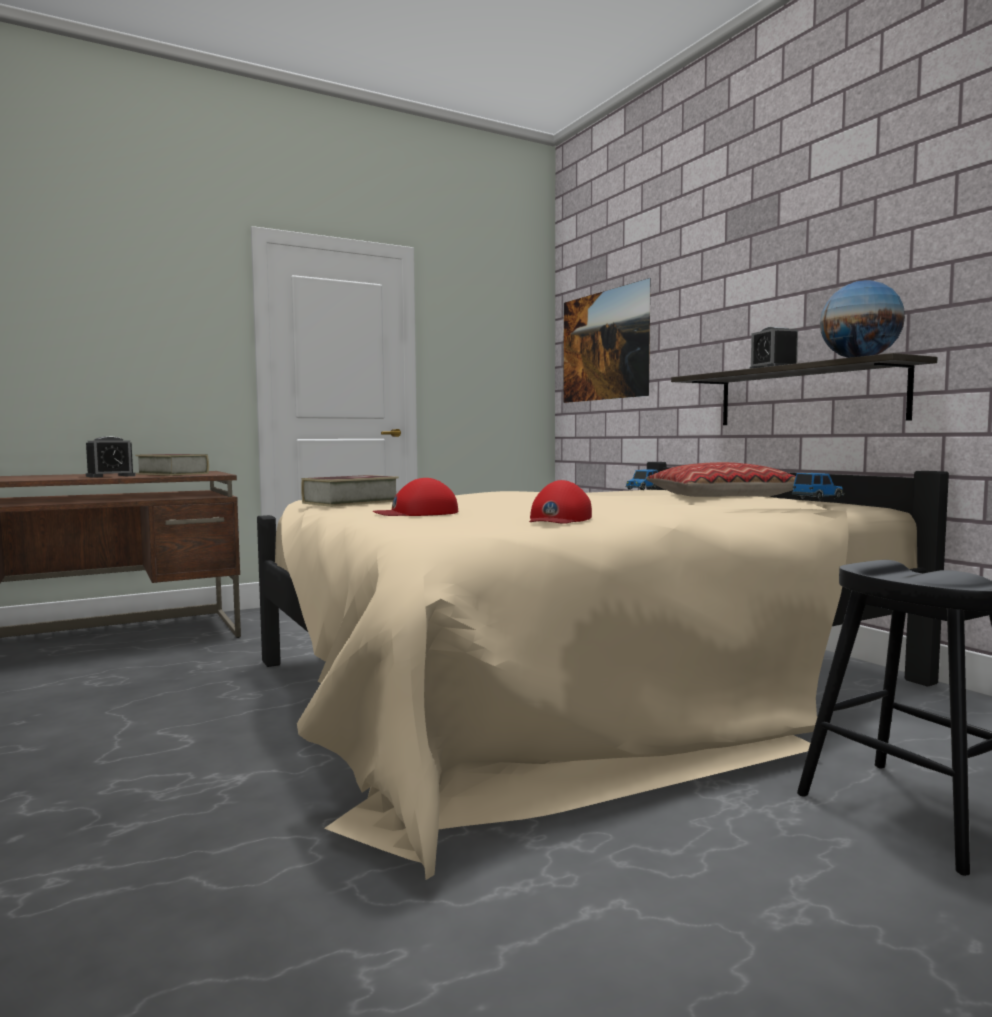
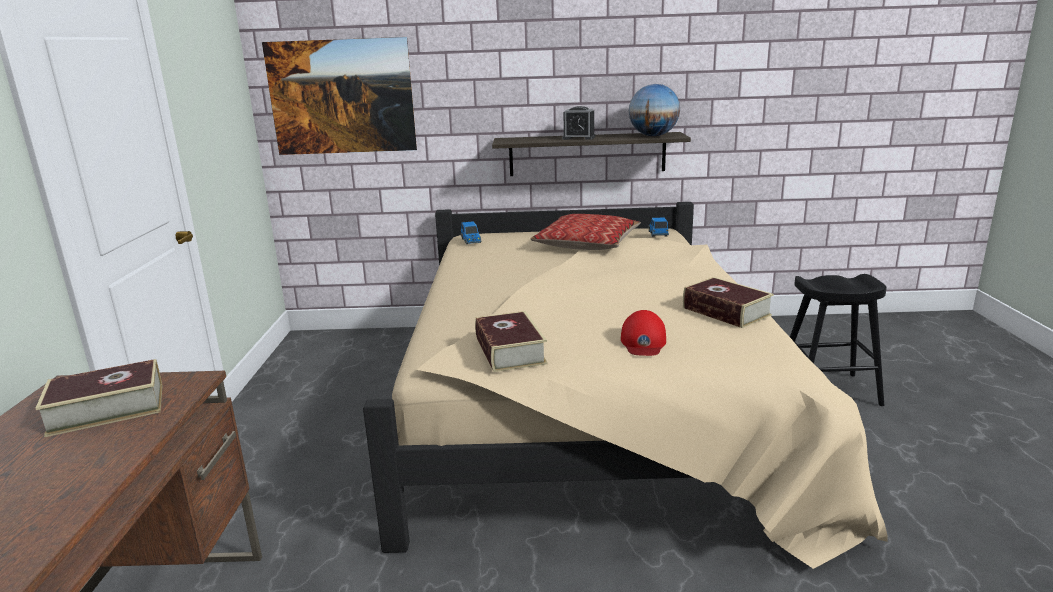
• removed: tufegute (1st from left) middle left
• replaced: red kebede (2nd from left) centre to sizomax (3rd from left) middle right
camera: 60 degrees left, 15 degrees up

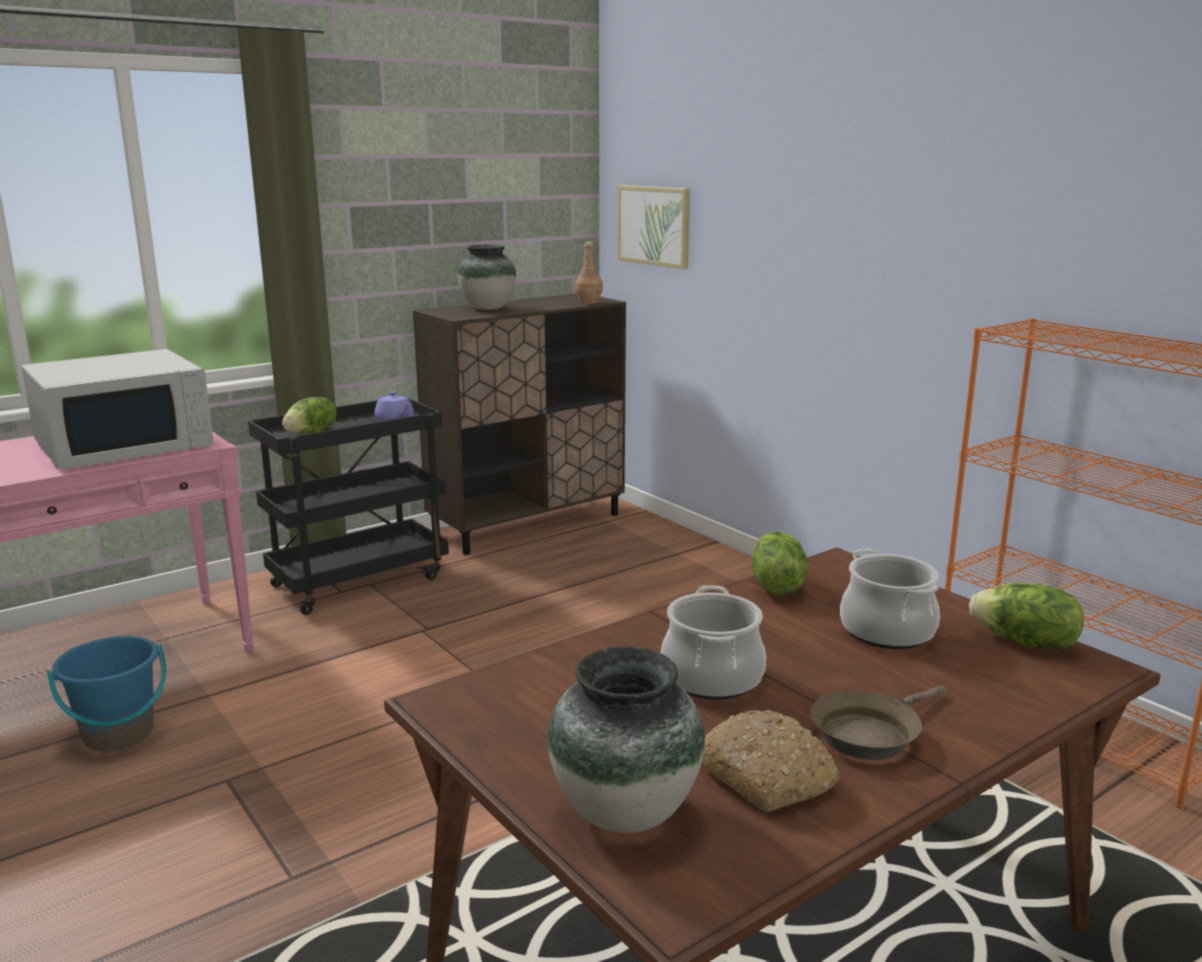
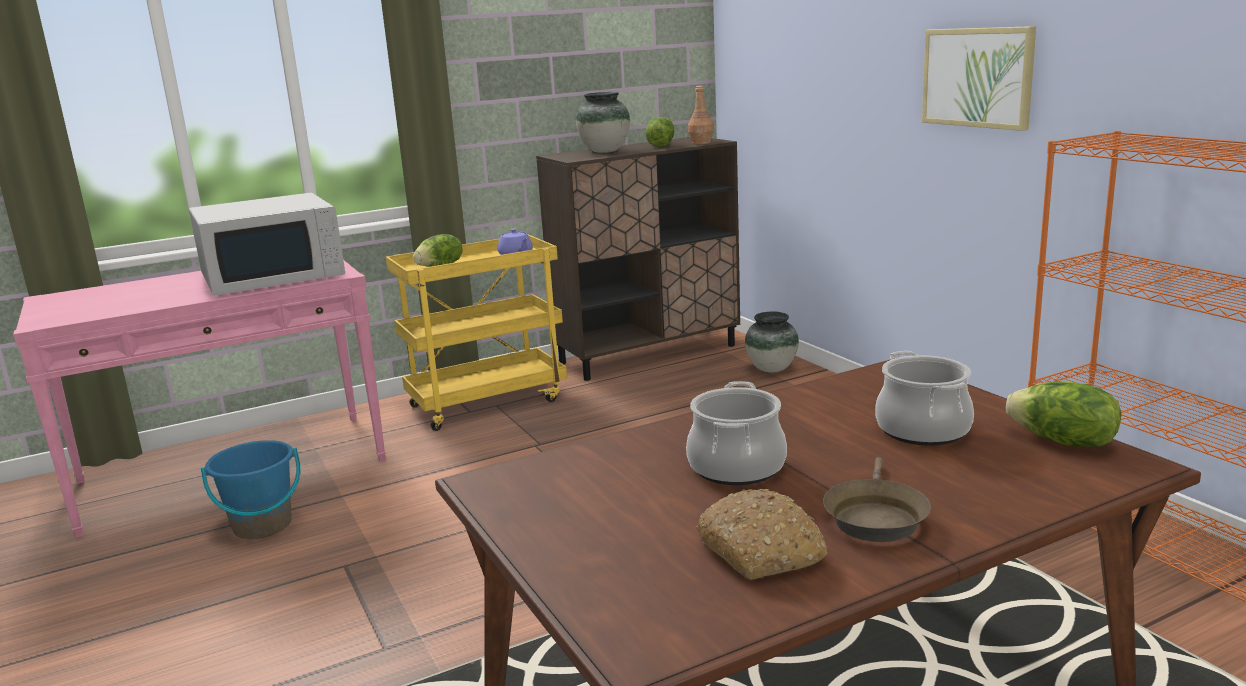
• moved: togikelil top centre to top right
• recoloured: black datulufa middle left to yellow datulufa centre
• moved: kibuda (2nd from left) centre to top centre
• moved: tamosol (2nd from left) bottom centre to centre
• turned: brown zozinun bottom right = bottom right 45 degrees counterclockwise
camera: 10 degrees right, 0 degrees up

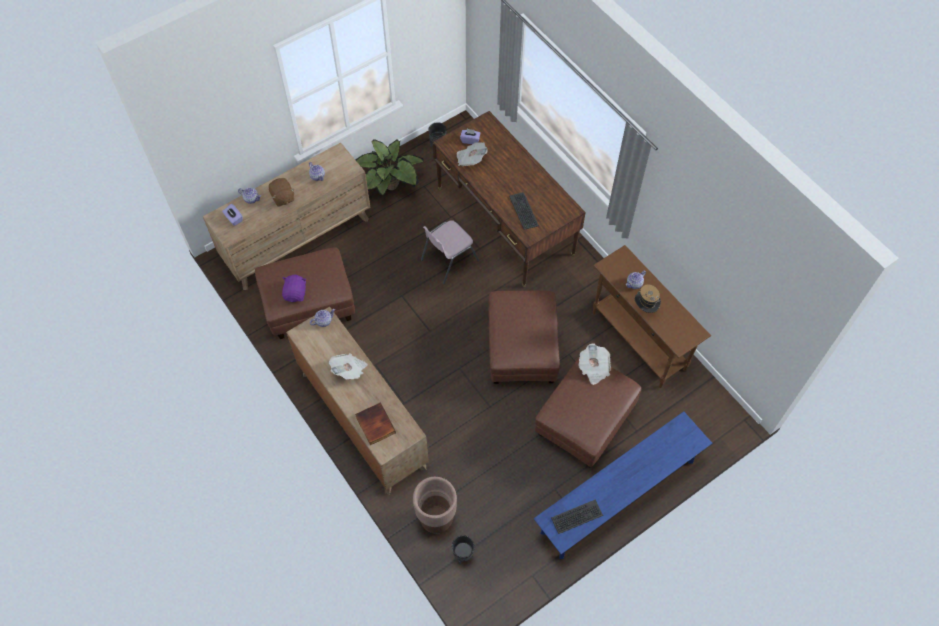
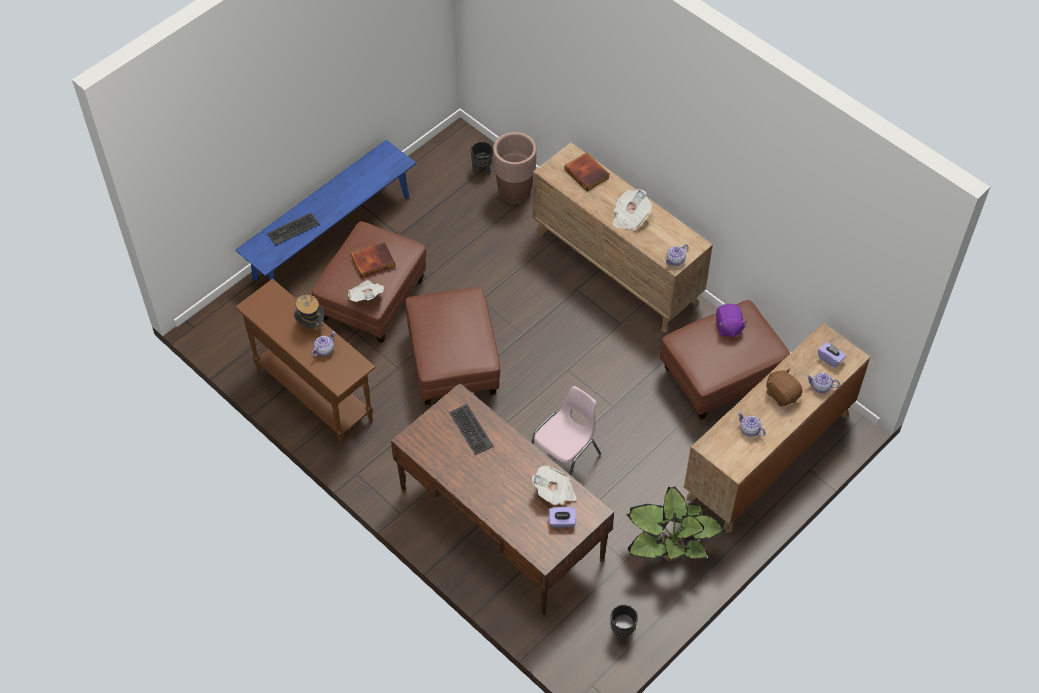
• moved: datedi (2nd from left in the first image) bottom centre to datedi (1st from left) top left
• added: sizomax (1st from left) centre
camera: 170 degrees right, 5 degrees down

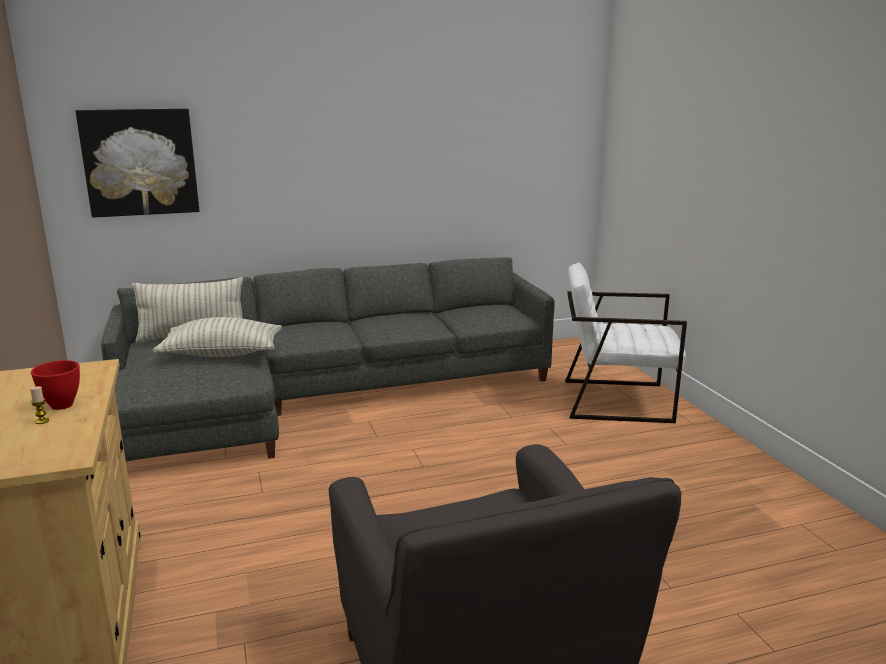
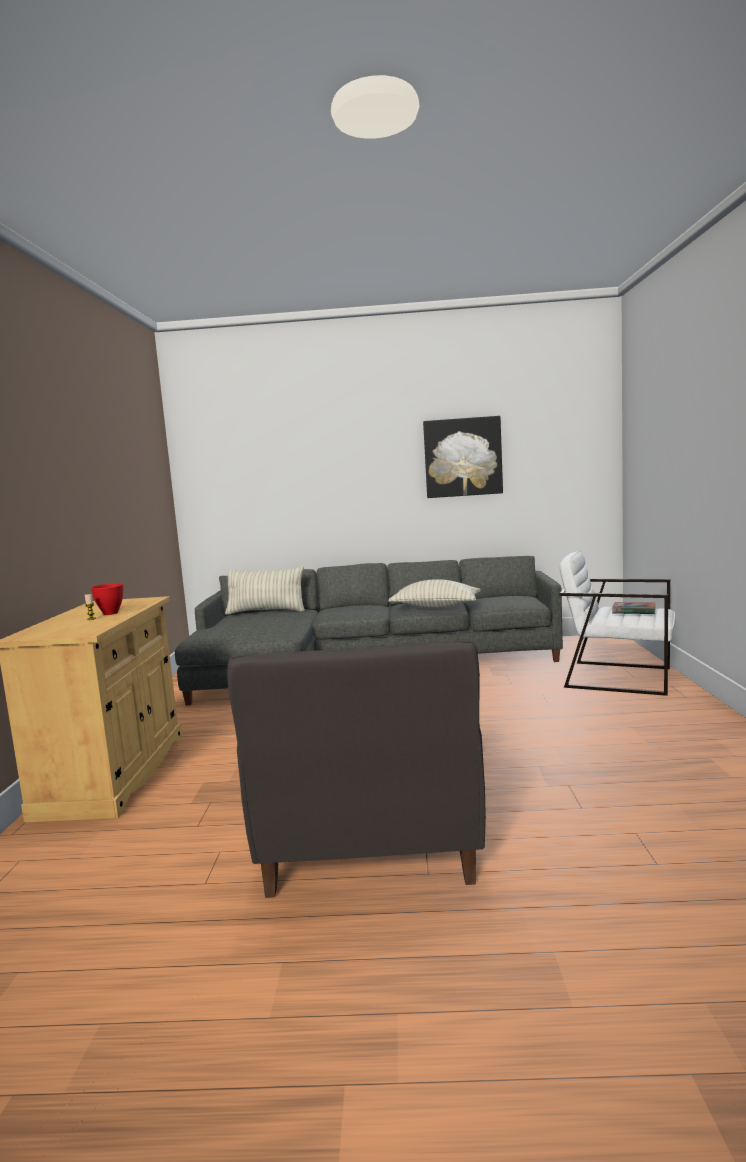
• moved: togikelil top left to centre
• moved: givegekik (2nd from left) middle left to centre
• added: sizomax middle right
camera: 20 degrees right, 10 degrees down

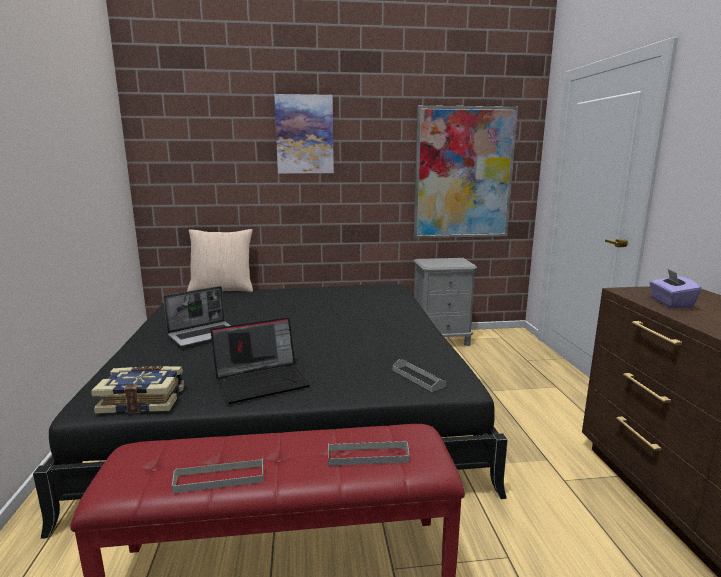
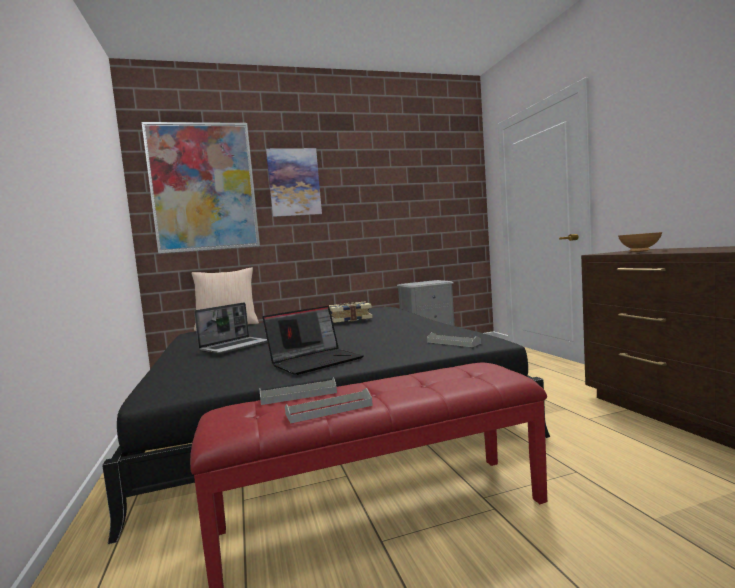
• moved: togikelil (2nd from left in the first image) top centre to togikelil (1st from left) top left
• replaced: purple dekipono middle right to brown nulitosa middle right
• moved: sizomax bottom left to centre
• moved: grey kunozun (2nd from left in the first image) bottom centre to grey kunozun (1st from left) centre
camera: 10 degrees left, 10 degrees down

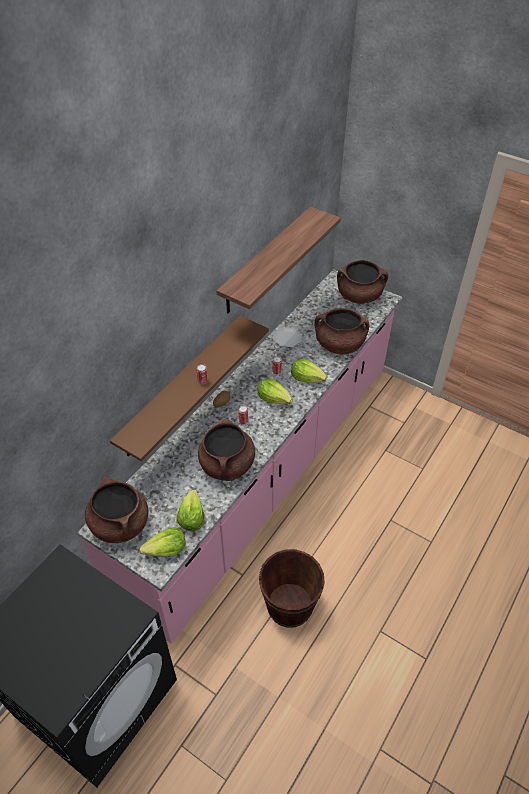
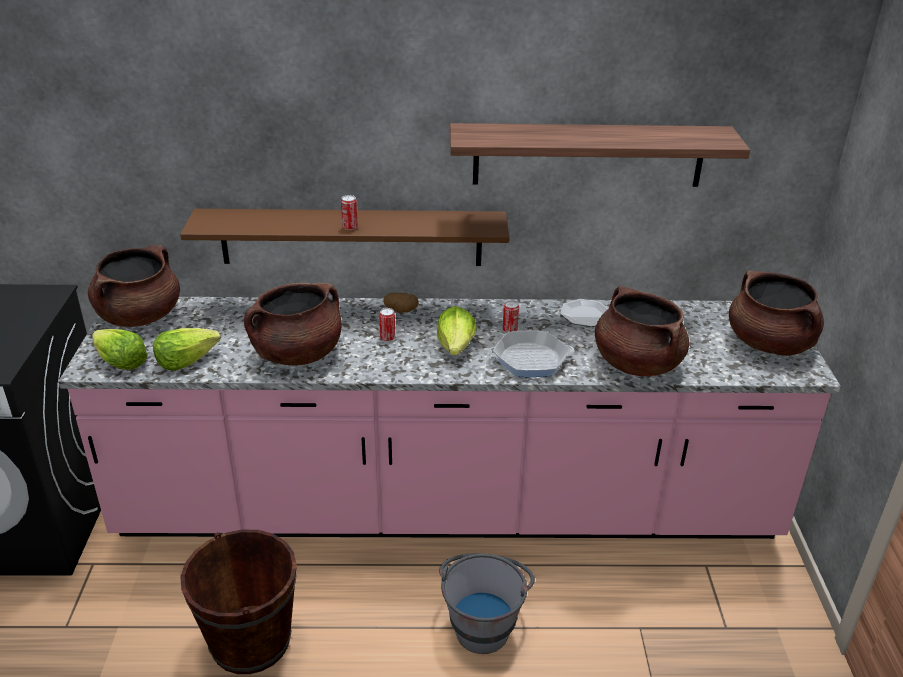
• replaced: kibuda (4th from left) centre to zozinun centre
• added: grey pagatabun bottom centre
camera: 55 degrees right, 15 degrees down

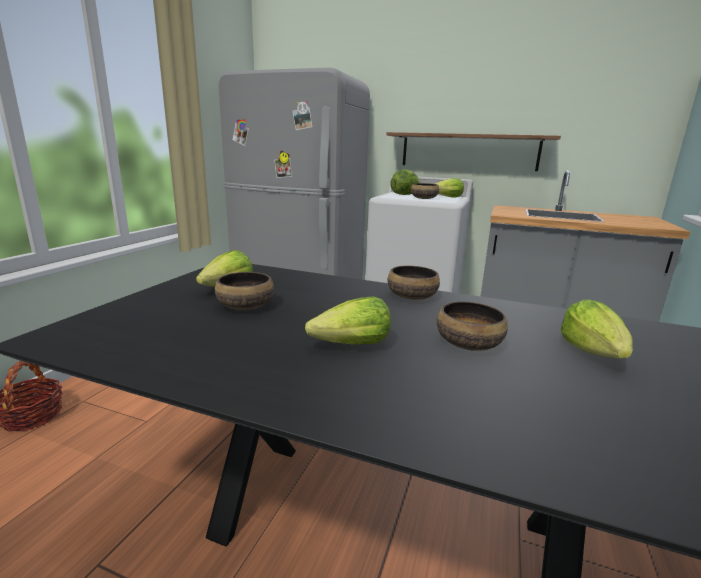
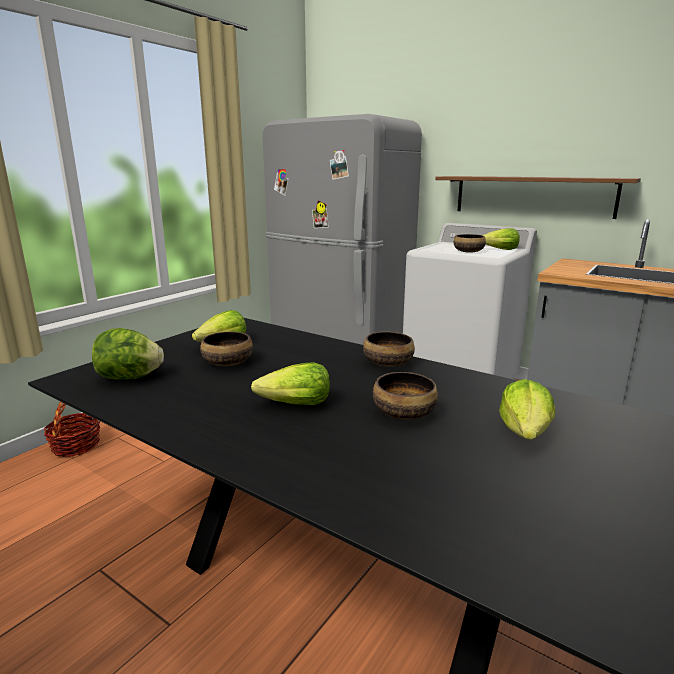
• moved: kibuda (3rd from left in the first image) top centre to kibuda (1st from left) middle left
camera: 15 degrees right, 0 degrees up

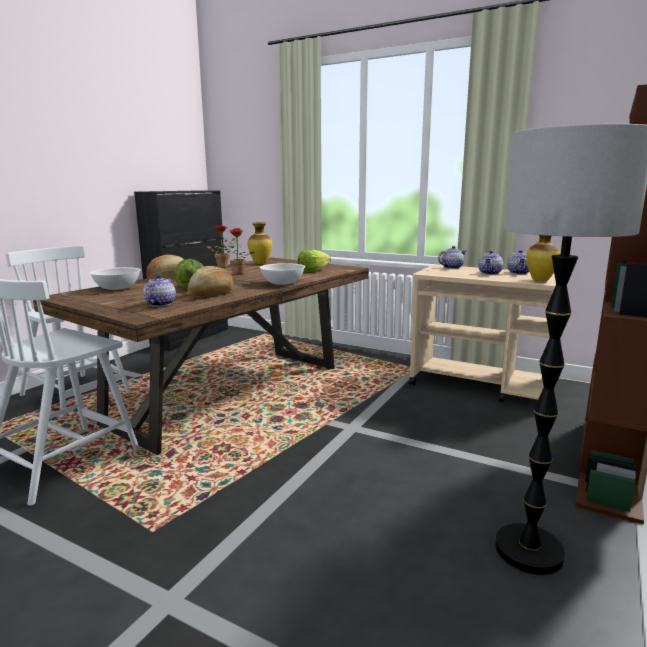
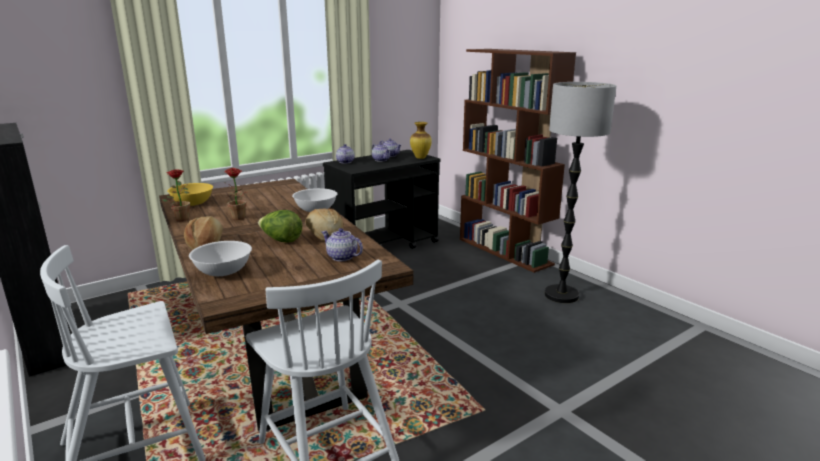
• replaced: tamosol (1st from left) centre to yellow nulitosa middle left
• removed: kibuda (2nd from left) centre
• recoloured: beige datulufa middle right to black datulufa centre
camera: 65 degrees left, 5 degrees up

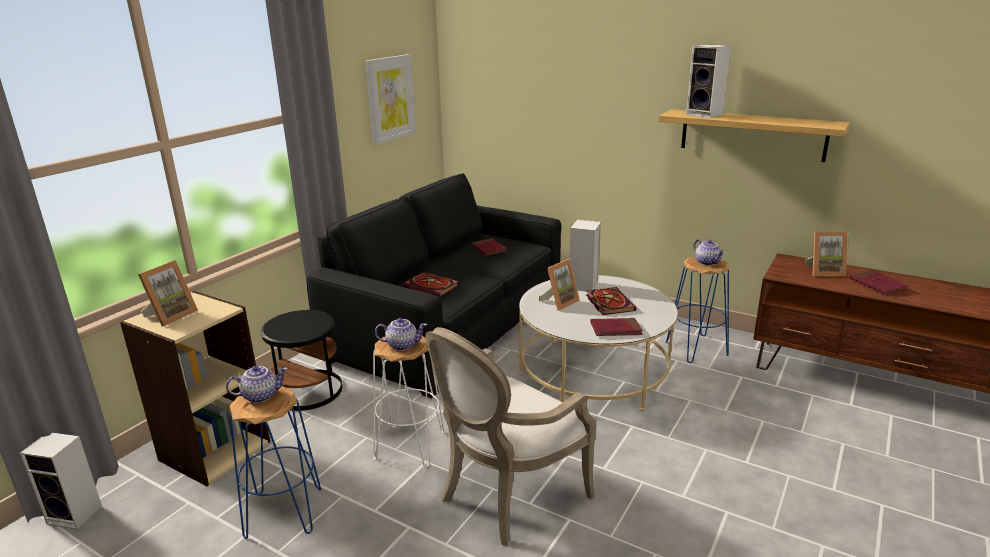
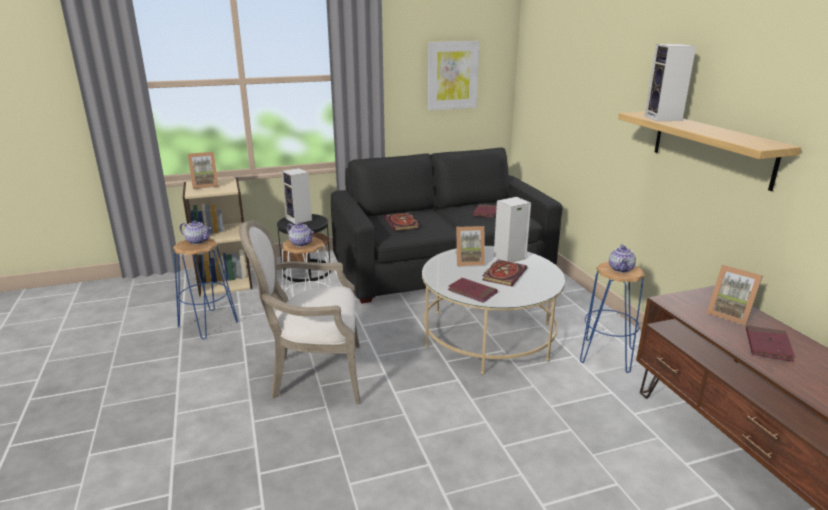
• moved: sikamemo (1st from left) bottom left to centre
camera: 40 degrees right, 0 degrees up

